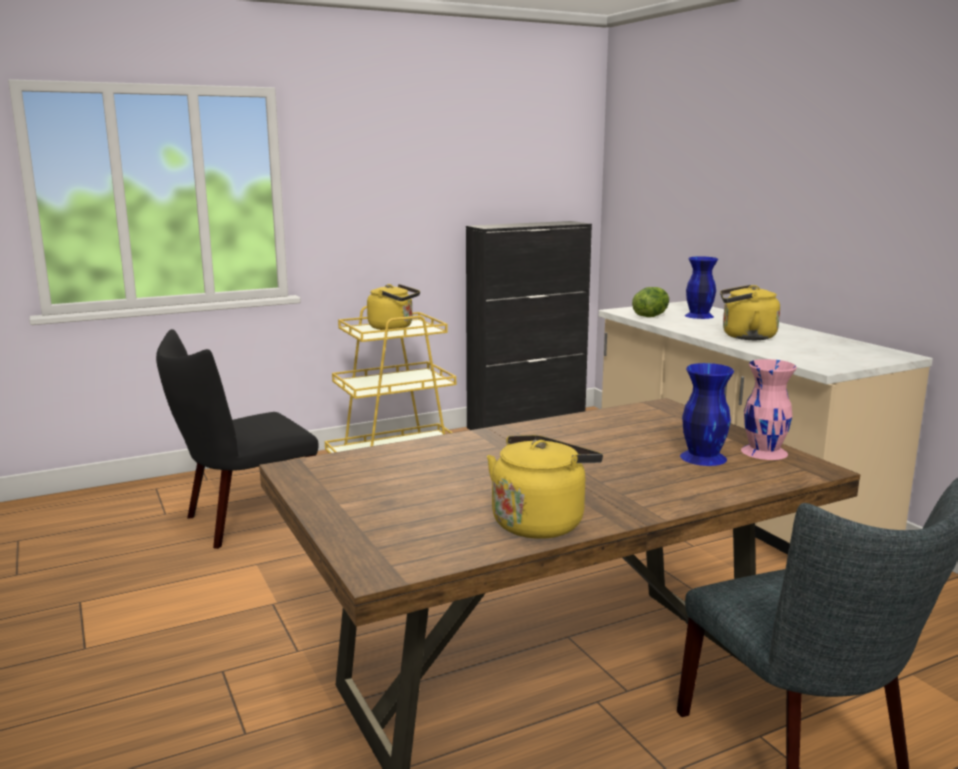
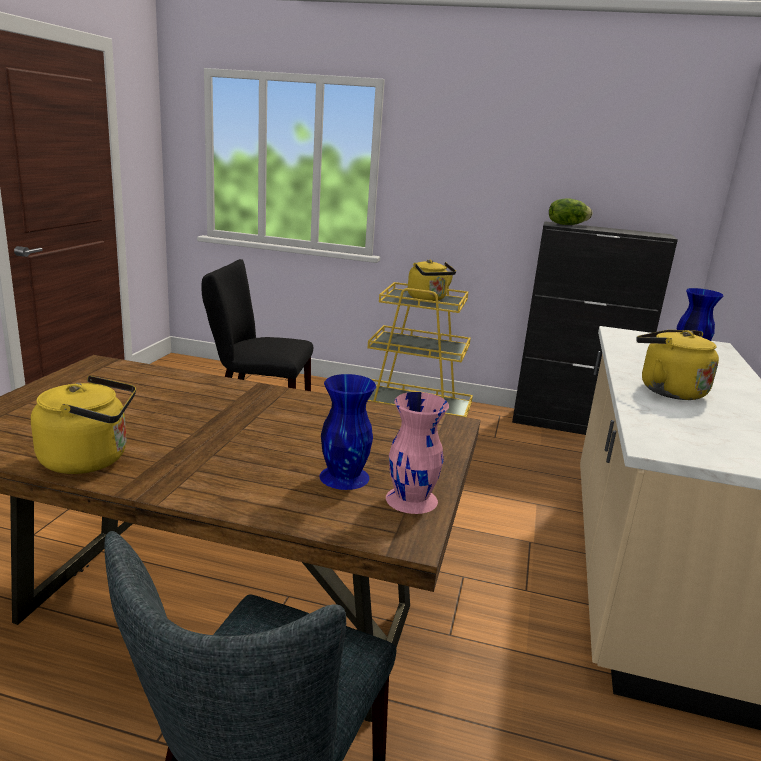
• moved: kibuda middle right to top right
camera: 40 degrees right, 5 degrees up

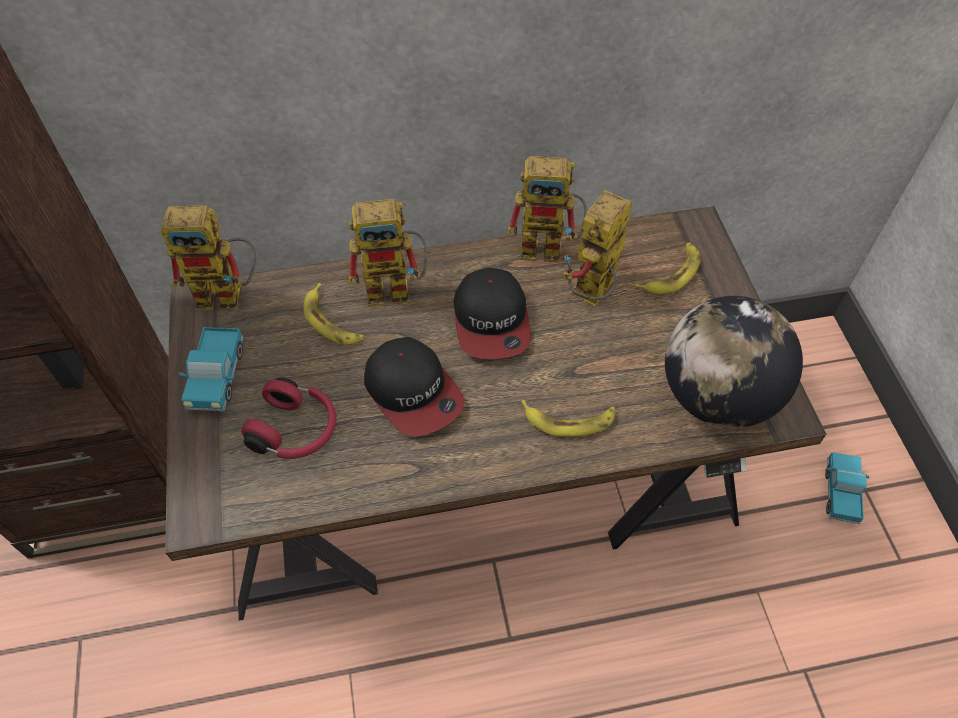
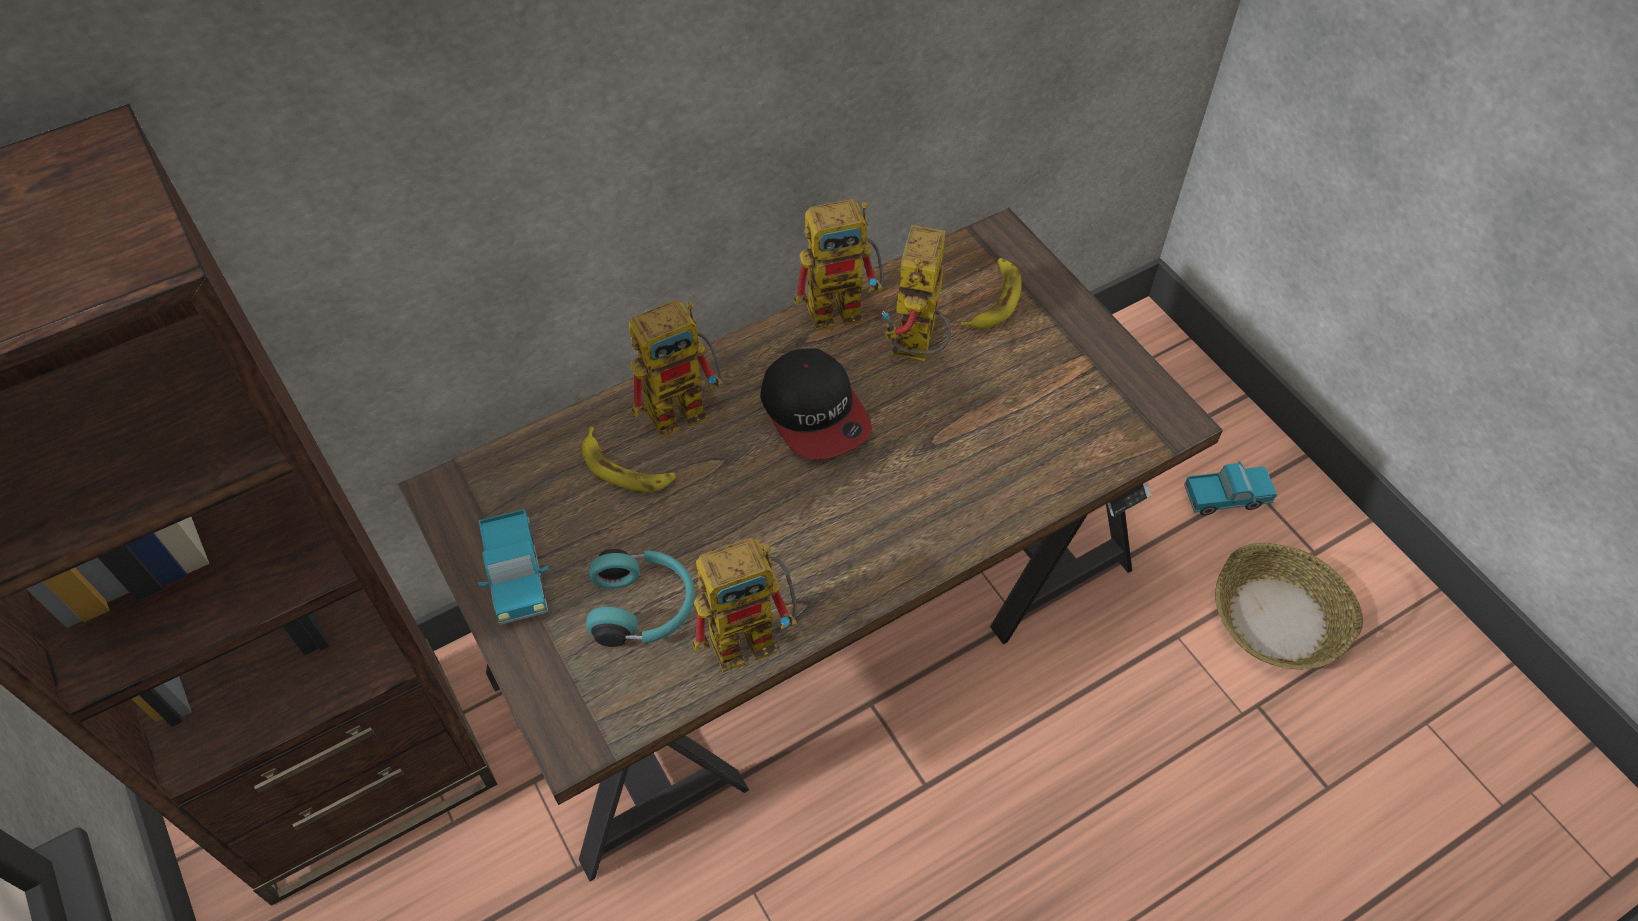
• moved: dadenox (1st from left in the first image) middle left to dadenox (2nd from left) centre
• removed: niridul middle right
• removed: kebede (1st from left) centre
• recoloured: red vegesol middle left to turquoise vegesol centre
• removed: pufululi (2nd from left) centre
• turned: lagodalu (2nd from left) bottom right = middle right 90 degrees clockwise
• added: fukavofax middle right
camera: 20 degrees left, 0 degrees up

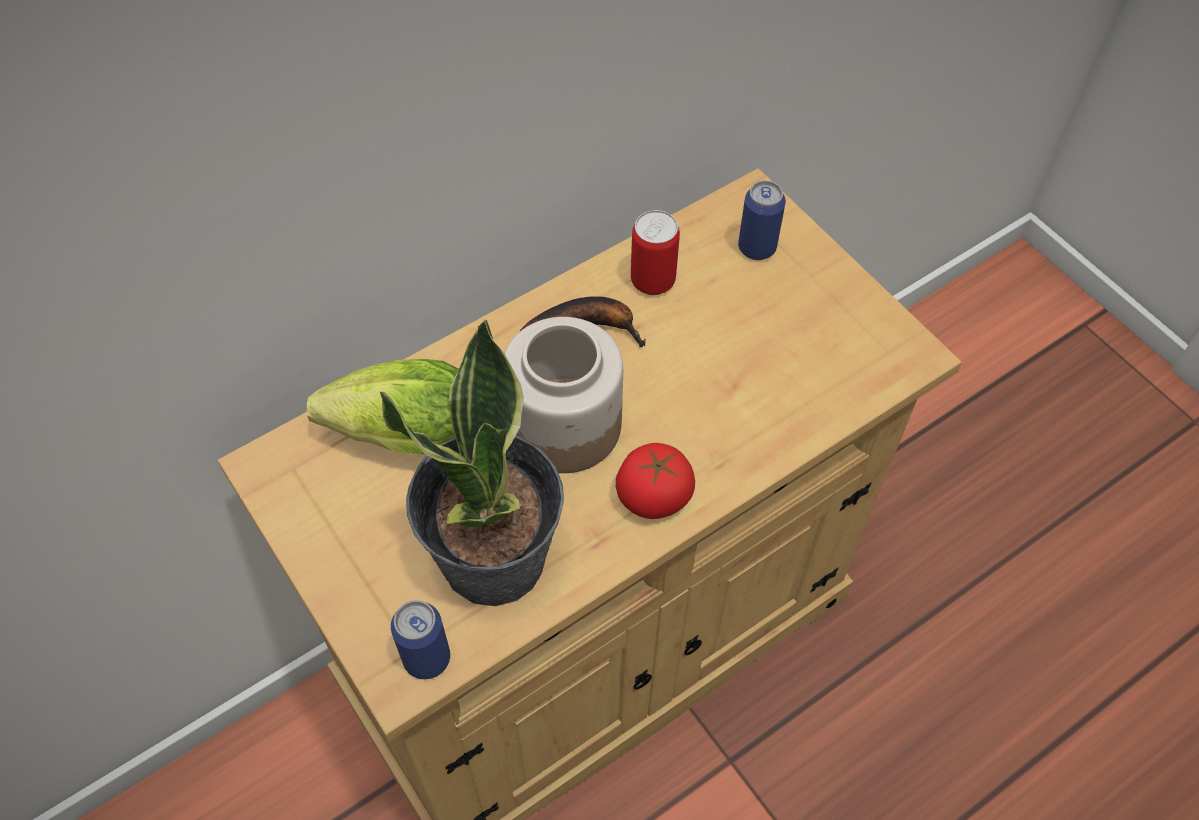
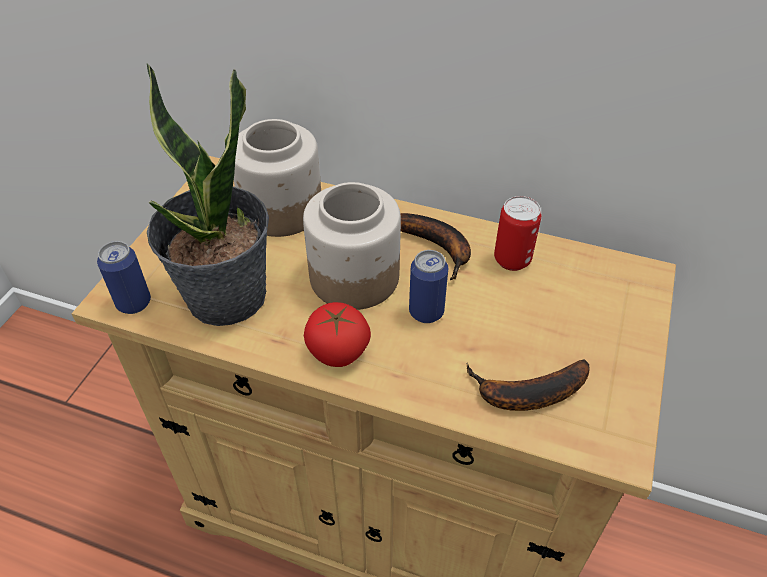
• moved: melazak (3rd from left in the first image) top centre to melazak (2nd from left) centre
• replaced: kibuda middle left to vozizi (1st from left) top centre
• added: pufululi (2nd from left) bottom right
camera: 55 degrees right, 10 degrees down

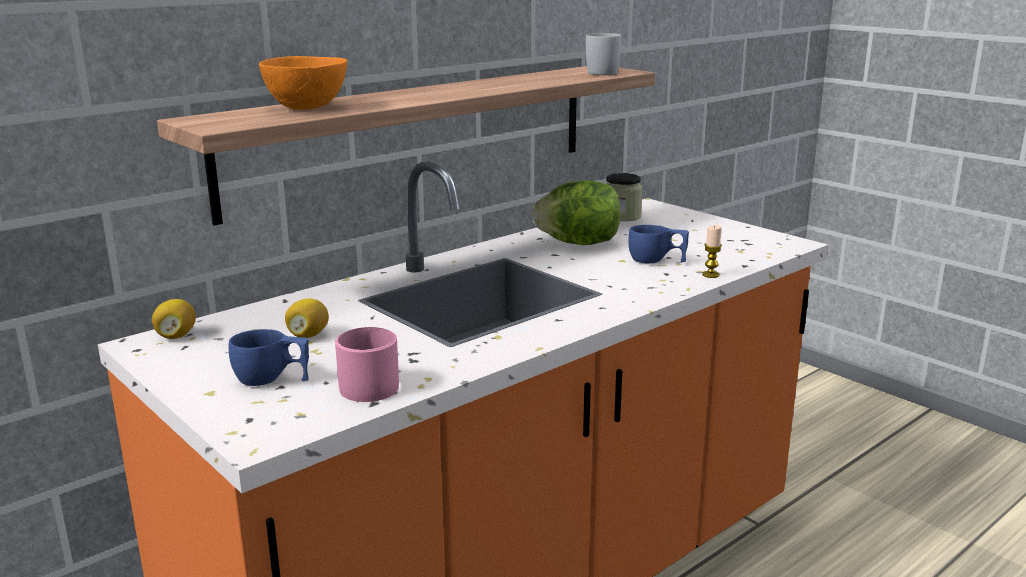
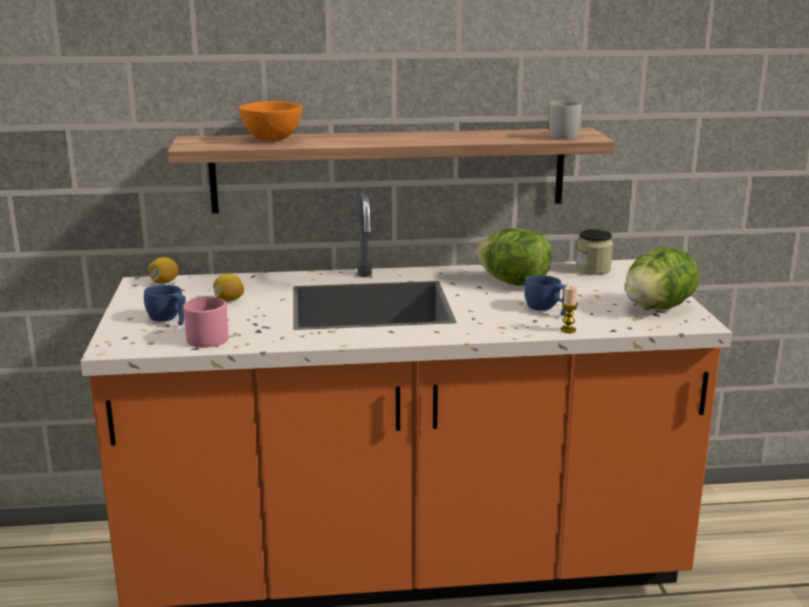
• added: kibuda (2nd from left) middle right
camera: 35 degrees right, 0 degrees up

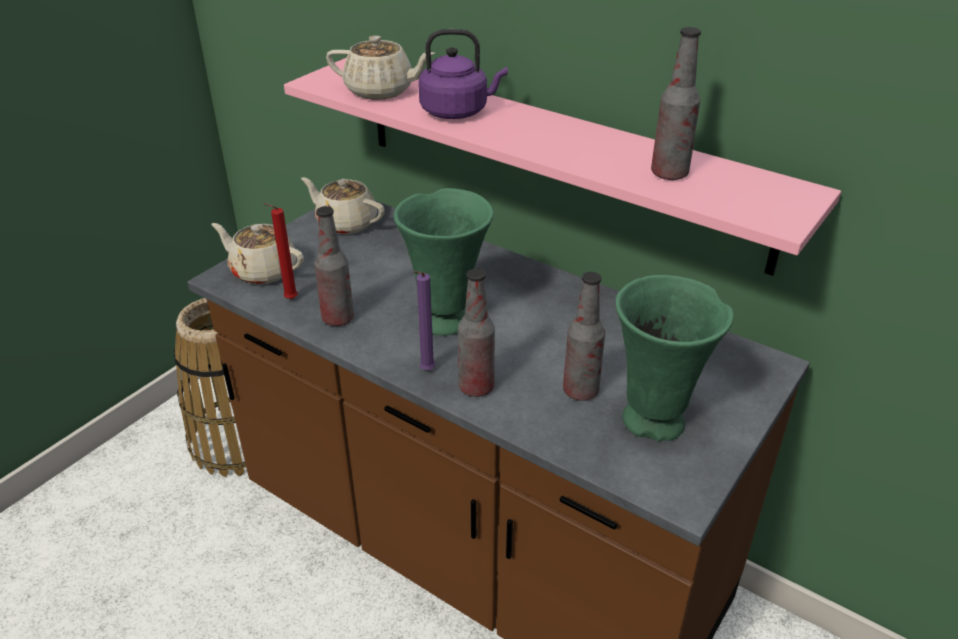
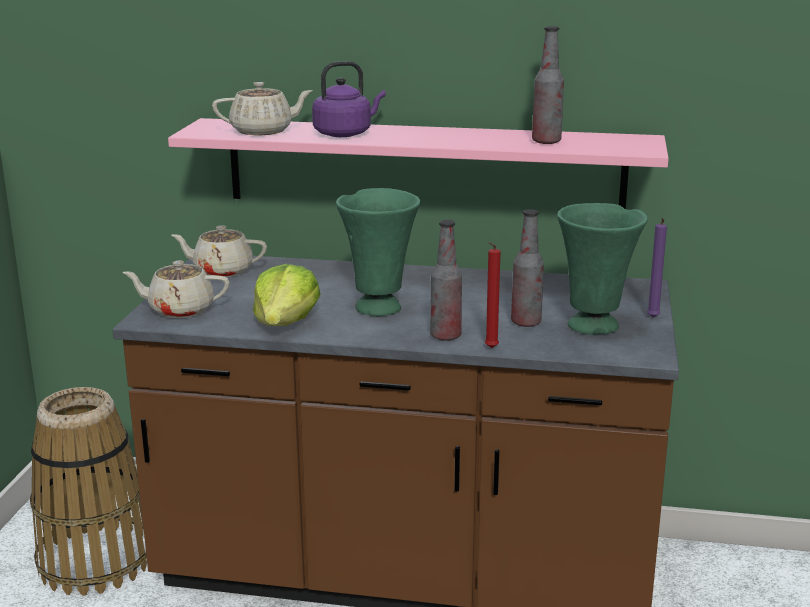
• moved: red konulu middle left to centre
• replaced: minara (1st from left) centre to kibuda centre
• moved: purple konulu centre to middle right
camera: 25 degrees left, 15 degrees down

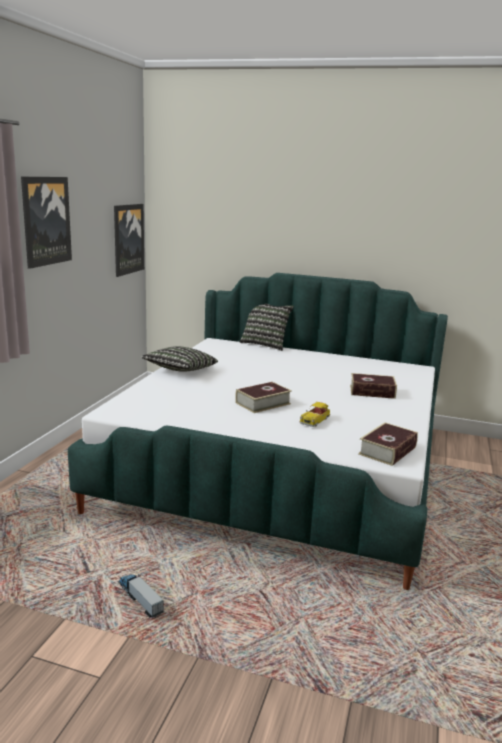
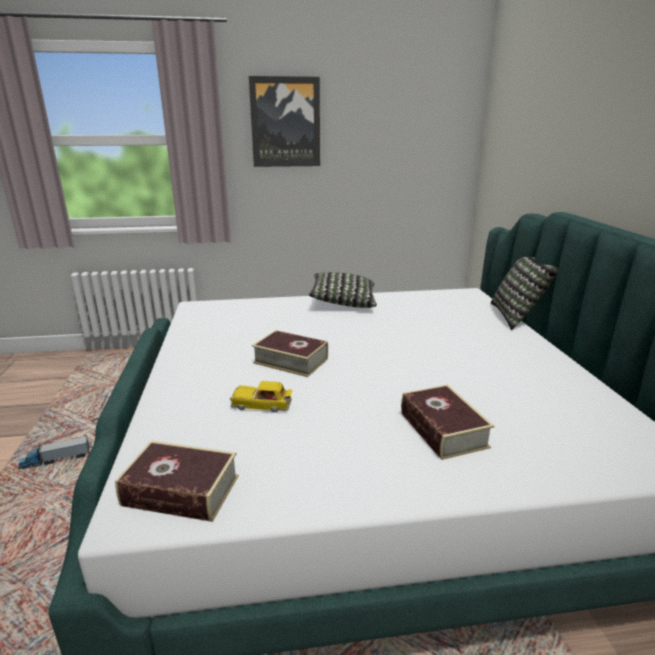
• removed: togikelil (2nd from left) top left
• turned: lagodalu bottom left = bottom left 135 degrees counterclockwise
camera: 65 degrees right, 5 degrees up

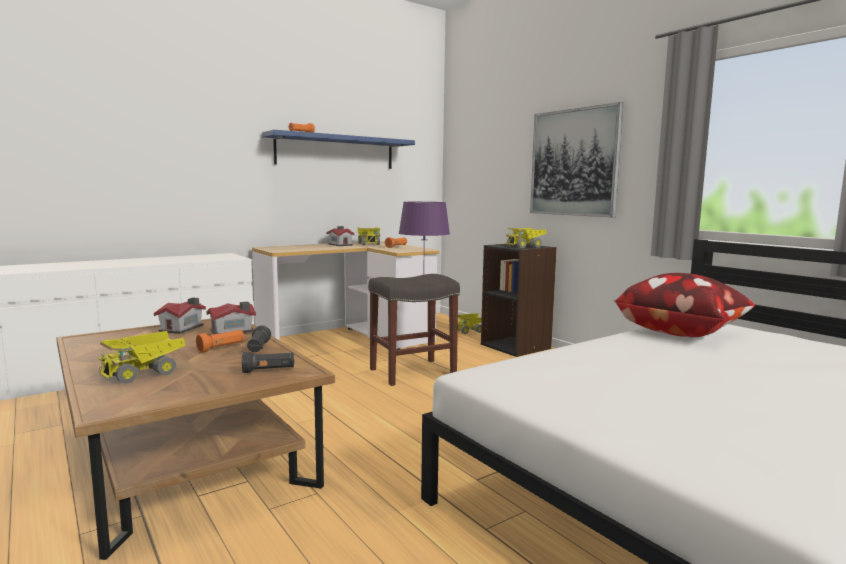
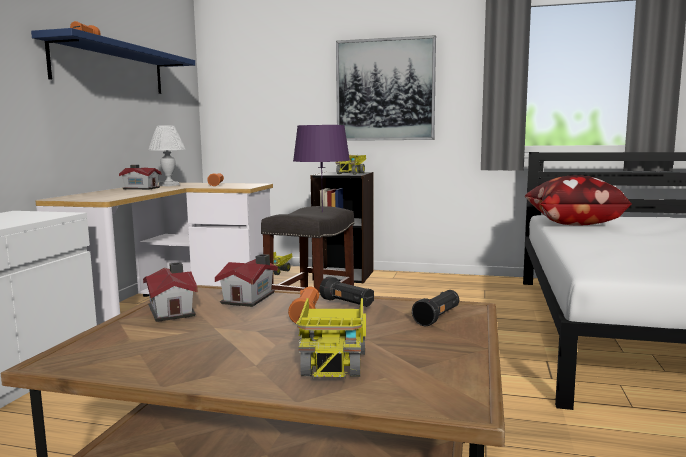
• replaced: lagodalu (2nd from left) centre to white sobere middle left
camera: 40 degrees left, 0 degrees up

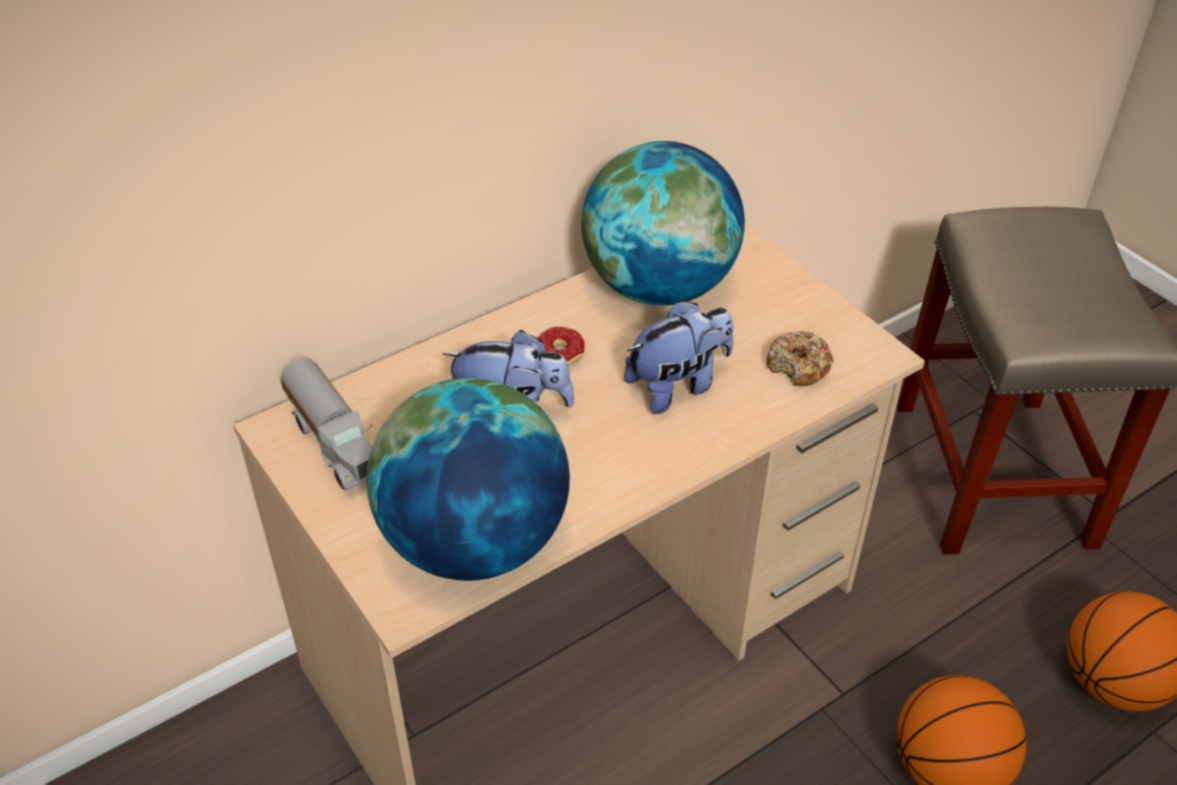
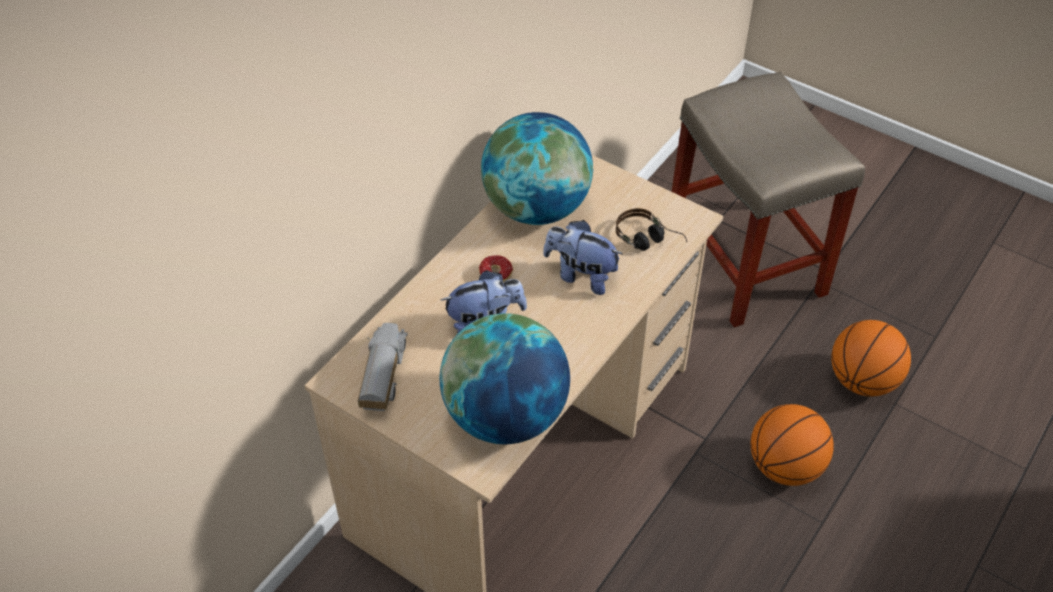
• turned: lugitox (2nd from left) centre = centre 105 degrees counterclockwise
• replaced: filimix (2nd from left) middle right to vegesol centre
• turned: lagodalu middle left = centre 120 degrees counterclockwise
camera: 20 degrees left, 5 degrees up

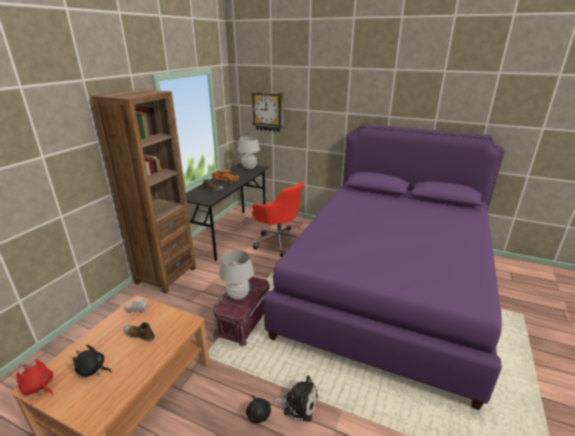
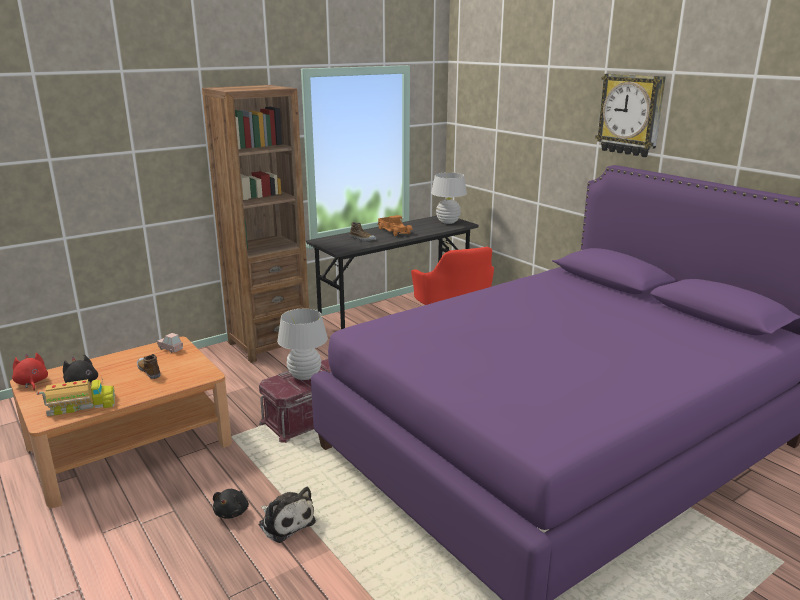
• moved: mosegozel top centre to top right
• added: lagodalu (1st from left) middle left
camera: 30 degrees right, 5 degrees down

